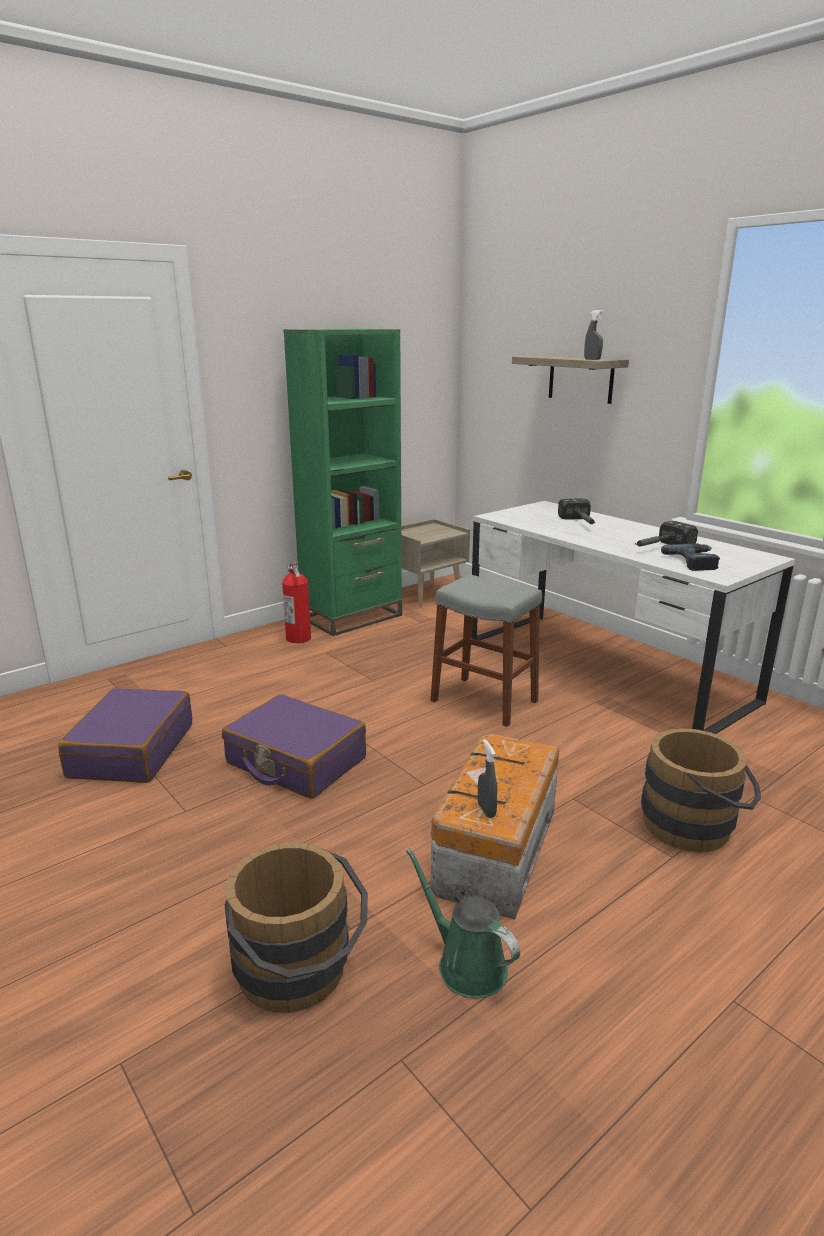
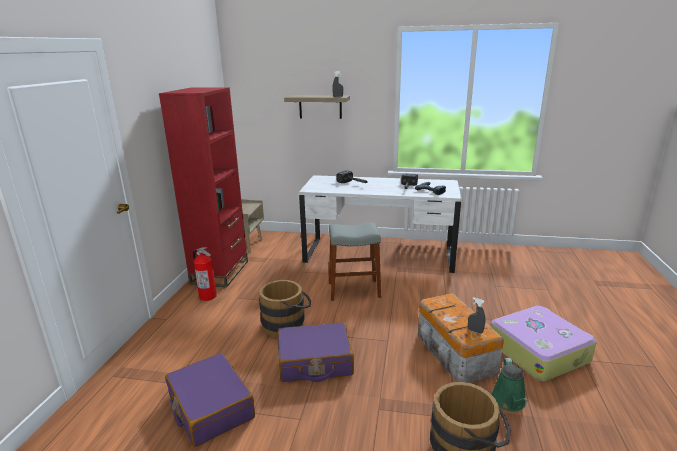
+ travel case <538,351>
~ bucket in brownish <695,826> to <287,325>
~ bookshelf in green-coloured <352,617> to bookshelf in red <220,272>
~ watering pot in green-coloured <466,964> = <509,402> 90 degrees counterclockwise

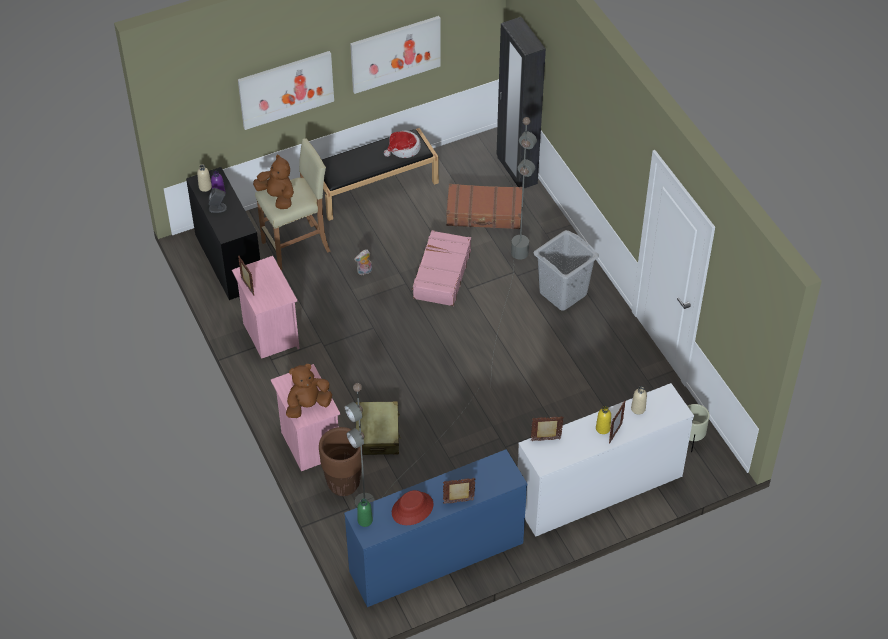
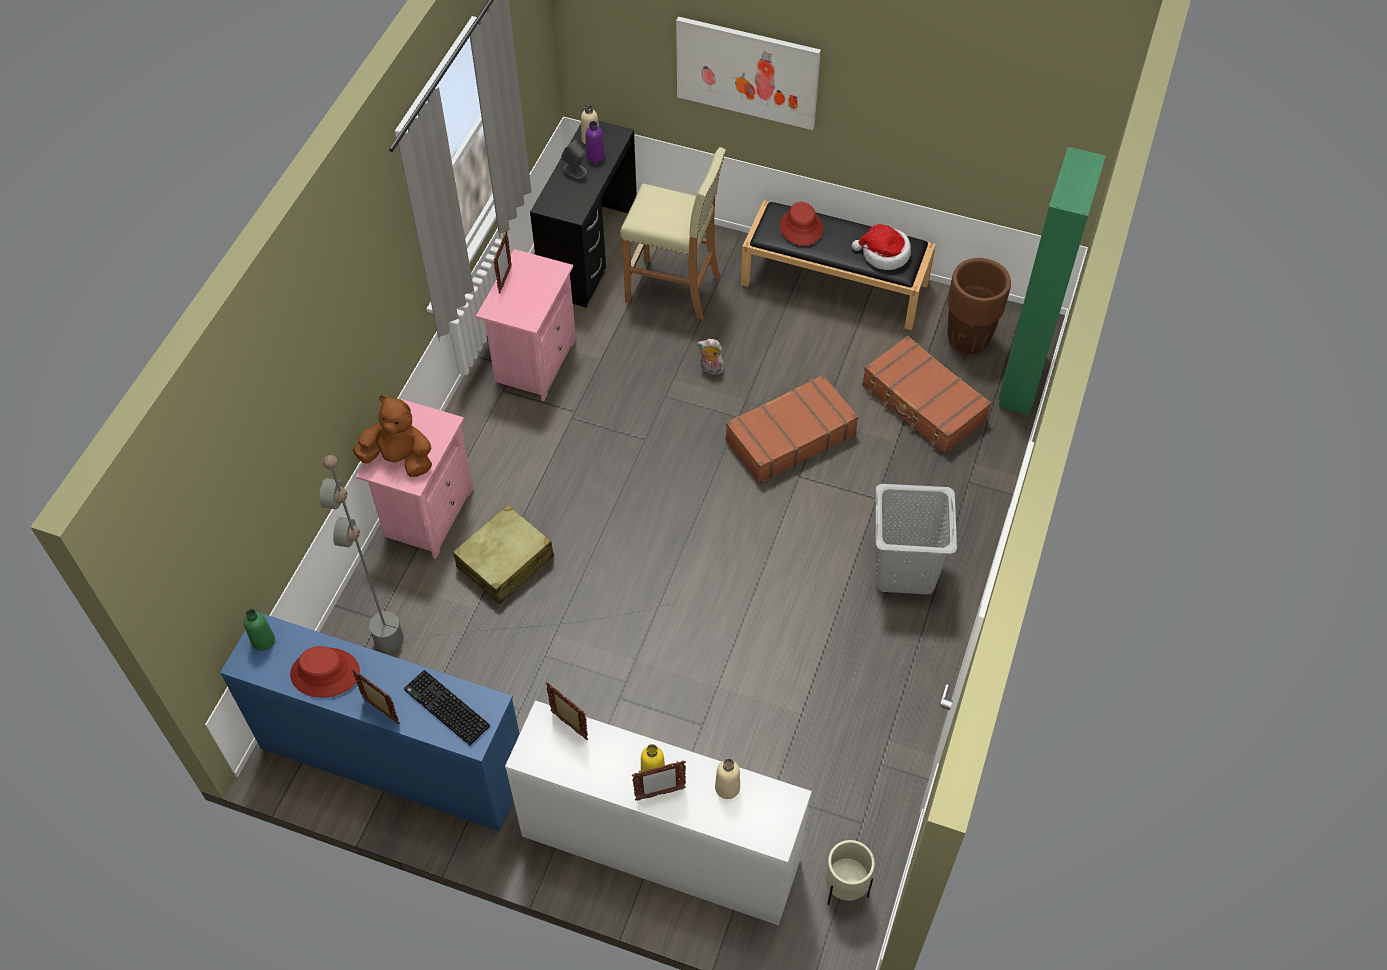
- plush toy in brownish <277,197>
- picture <395,53>
- standard lamp in gray <510,289>
+ computer keyboard <445,708>
+ wearable hat in red <801,227>
~ flower pot in brownish <343,484> to <968,339>
~ travel case in pinkish <441,274> to travel case in brownish <789,437>
~ wardrobe in black <516,171> to wardrobe in green-coloured <1021,381>

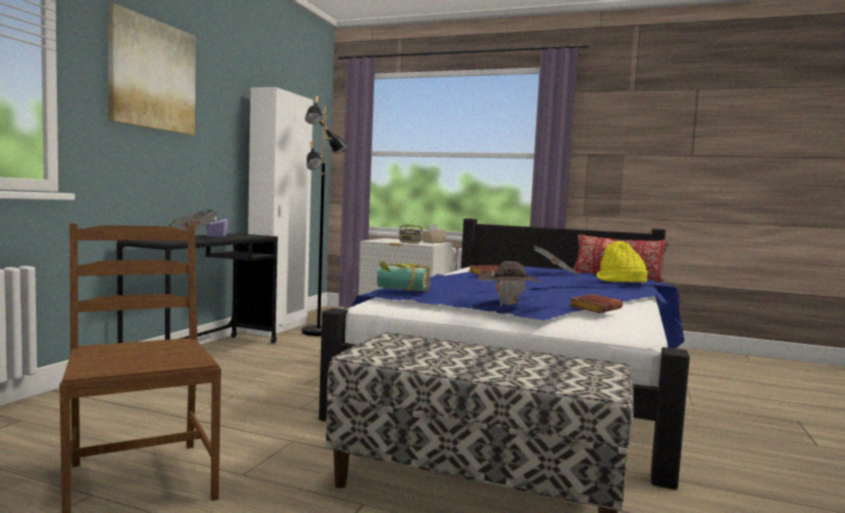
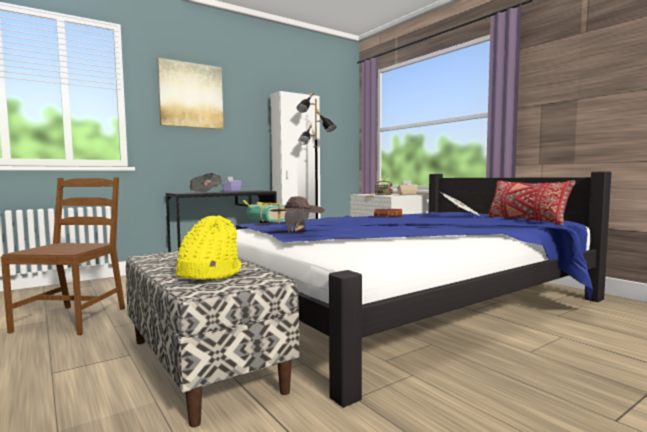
- book in brownish <594,308>
~ wearable hat in yellow-coloured <620,281> to <208,273>

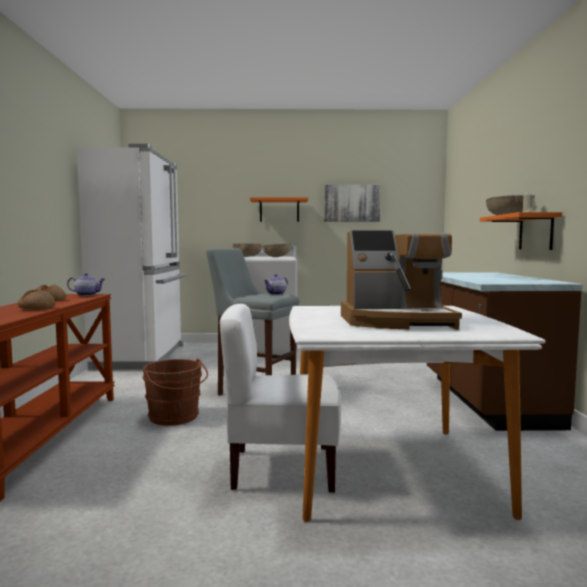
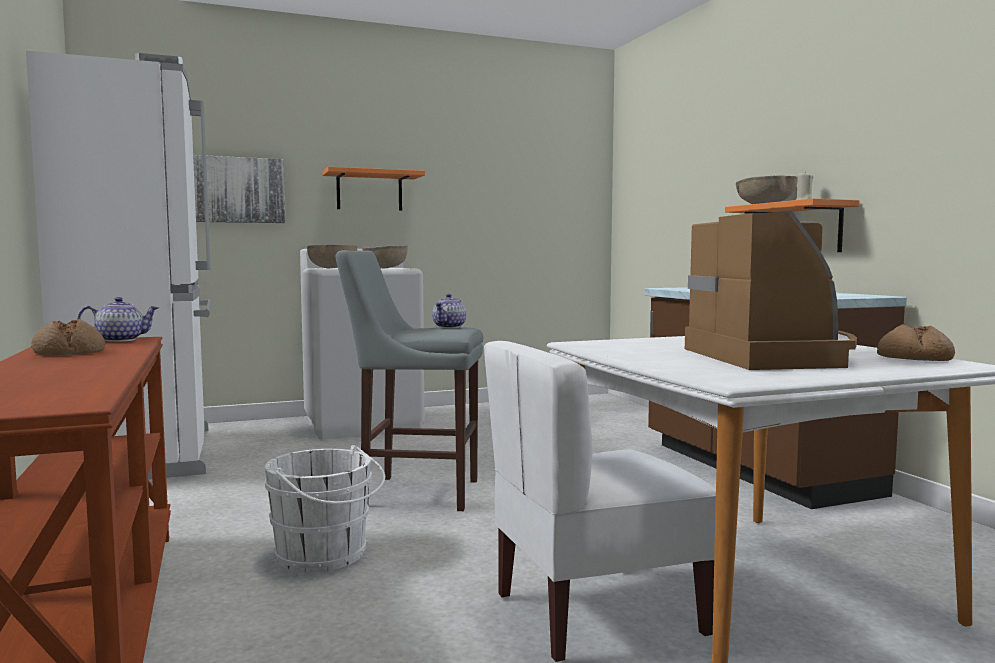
~ bakery bread <36,308> to <914,358>
~ picture <352,203> to <232,190>
~ bucket in brownish <175,417> to bucket in white <325,555>
~ coffee brewer <396,321> = <773,356> 75 degrees counterclockwise

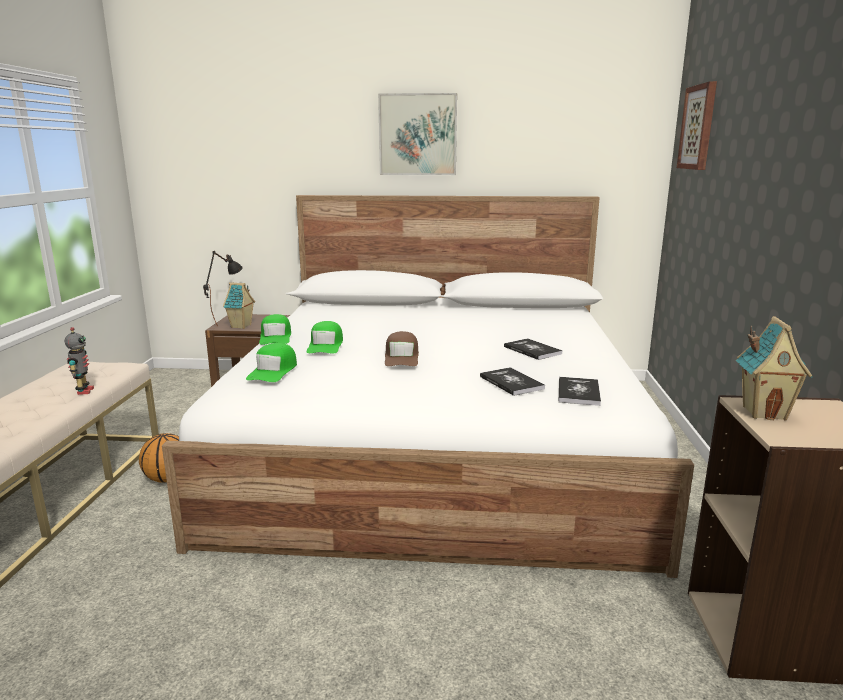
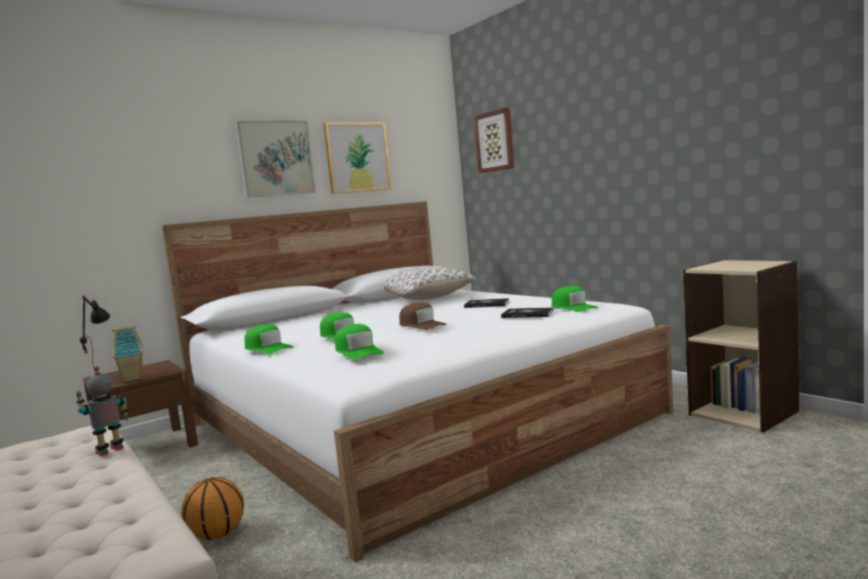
- toy house <764,412>
+ picture <357,157>
+ cushion <428,298>
~ book <578,392> to peaked cap in green-coloured <573,307>
~ robot figure <84,391> = <110,451> 90 degrees counterclockwise

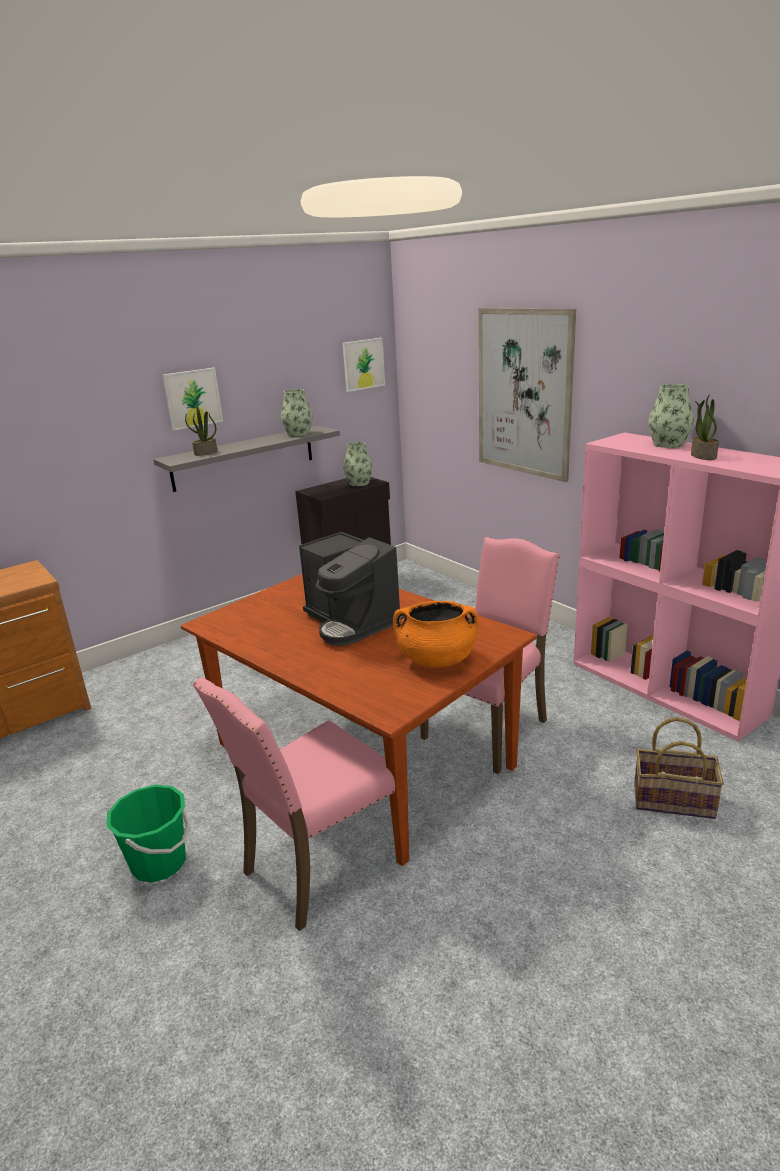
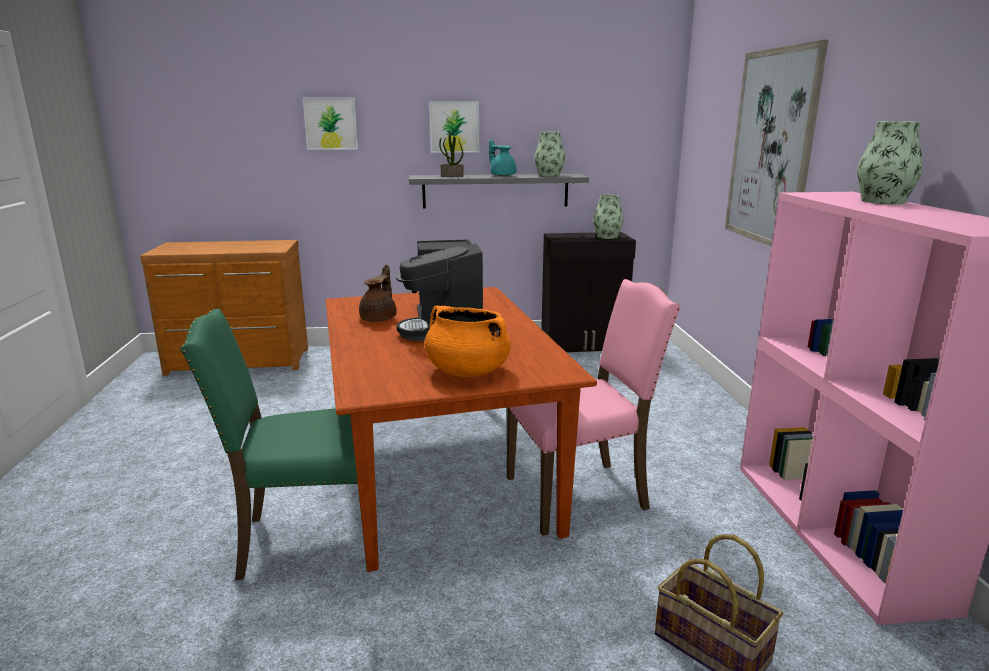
- bucket in green-coloured <159,863>
- plant in a pot <702,456>
+ pot for tea in brownish <379,318>
+ pot for tea in turquoise-coloured <502,175>
~ picture <363,364> to <331,123>
~ upright chair in pinkish <319,866> to upright chair in green-coloured <307,540>

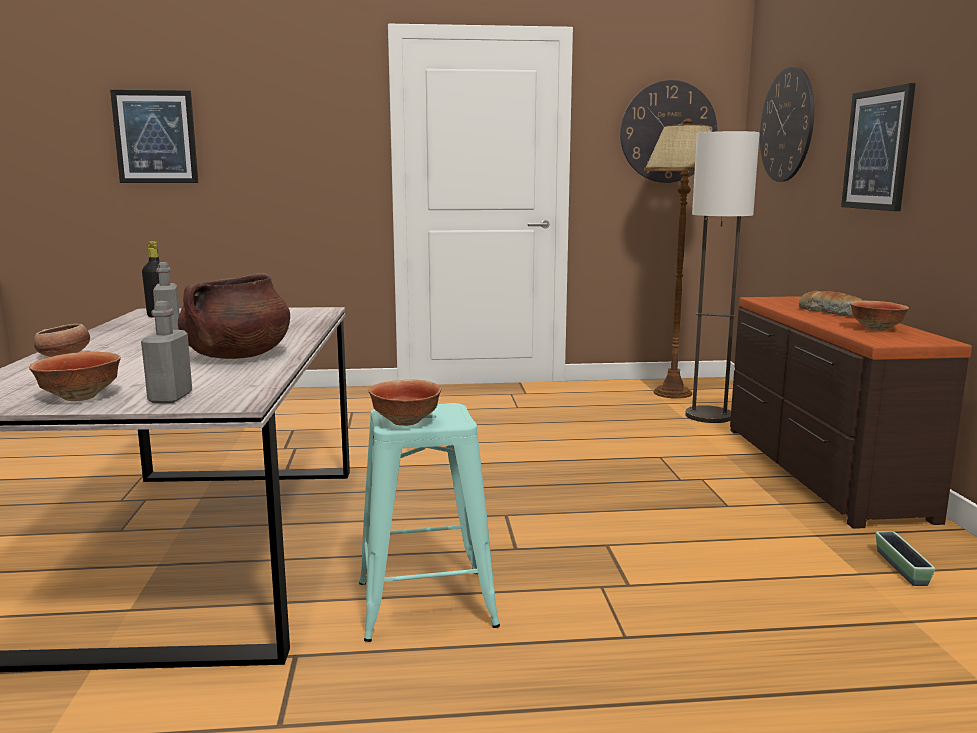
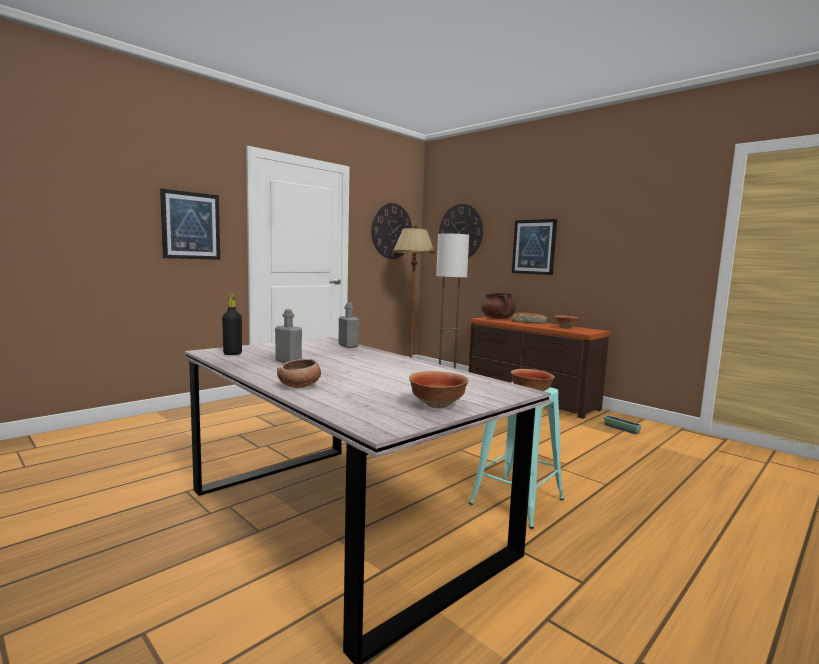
~ picture <155,137> to <191,225>
~ drink bottle in gray <170,397> to <348,346>
~ cooking pot in brownish <237,356> to <497,318>

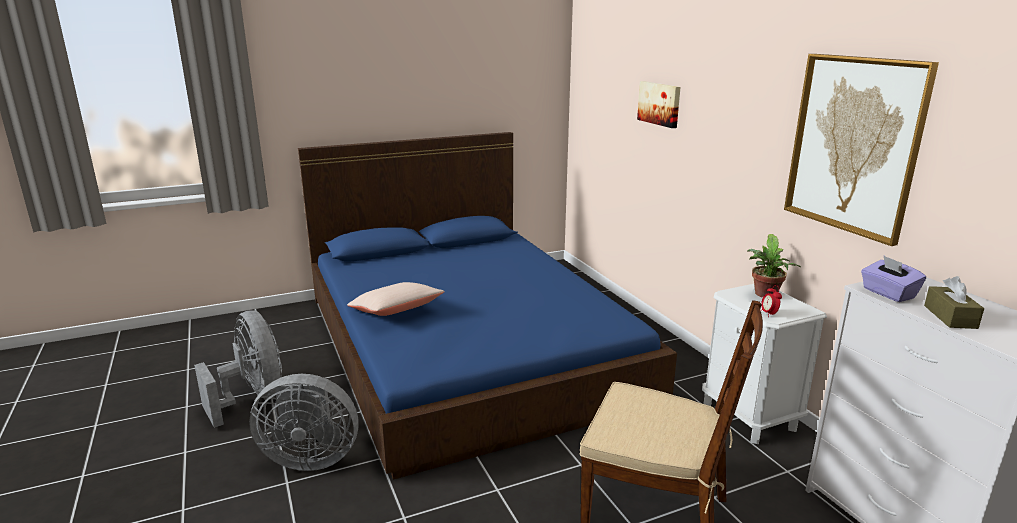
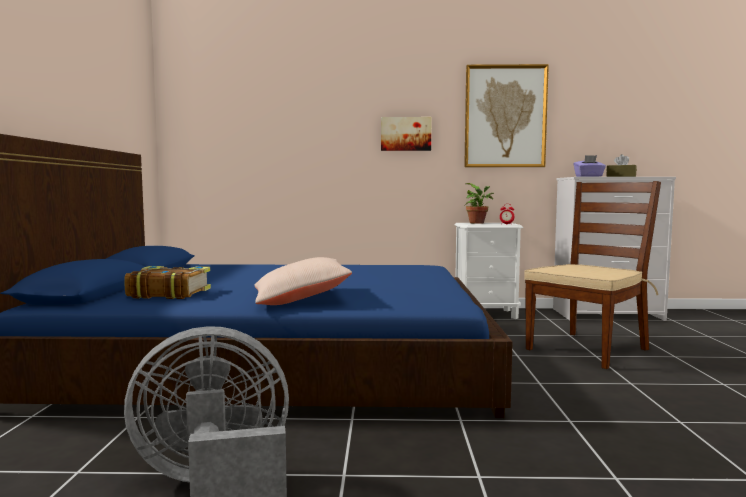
- fan in gray <310,457>
+ book <168,293>
~ picture <660,103> to <406,134>

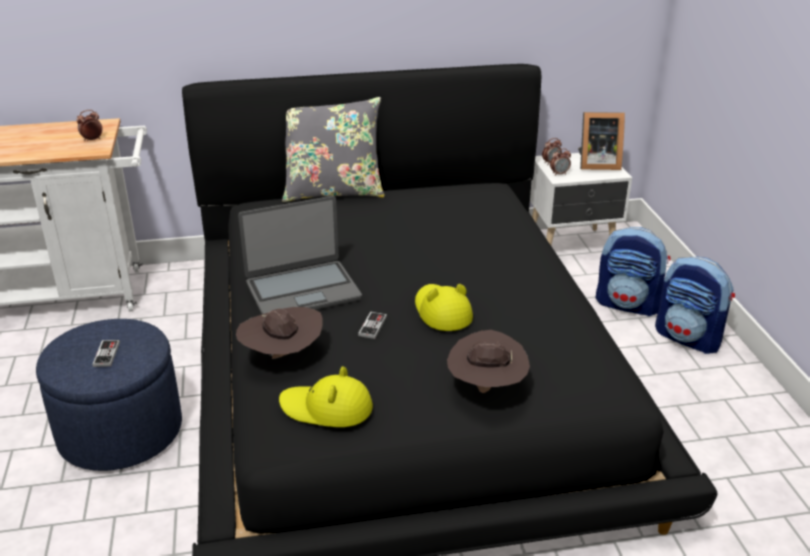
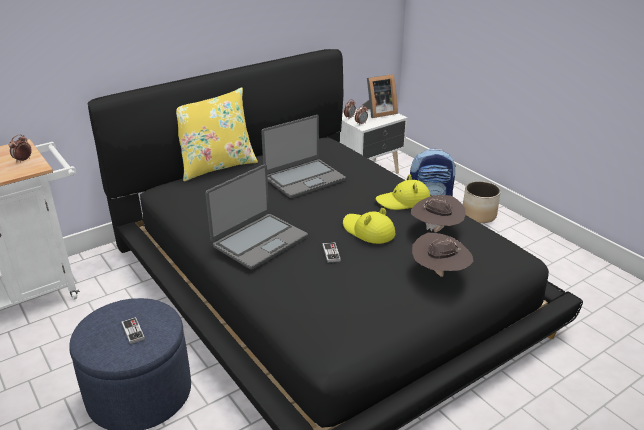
+ notebook computer <304,179>
~ wearable hat in brownish <282,356> to <436,230>
~ wearable hat in yellow-coloured <327,408> to <403,201>
~ rucksack <688,338> to flower pot <479,215>
~ cushion in gray <333,192> to cushion in yellow-coloured <216,166>

